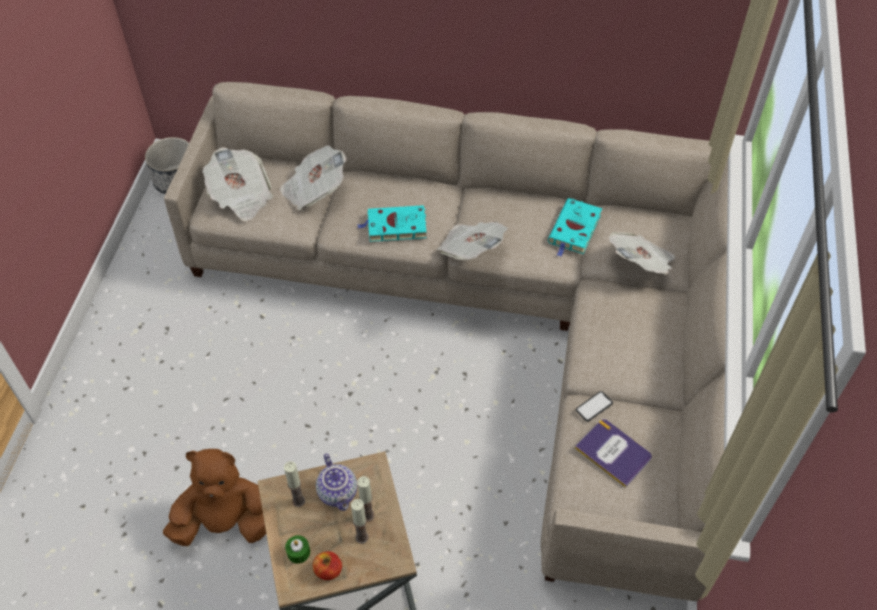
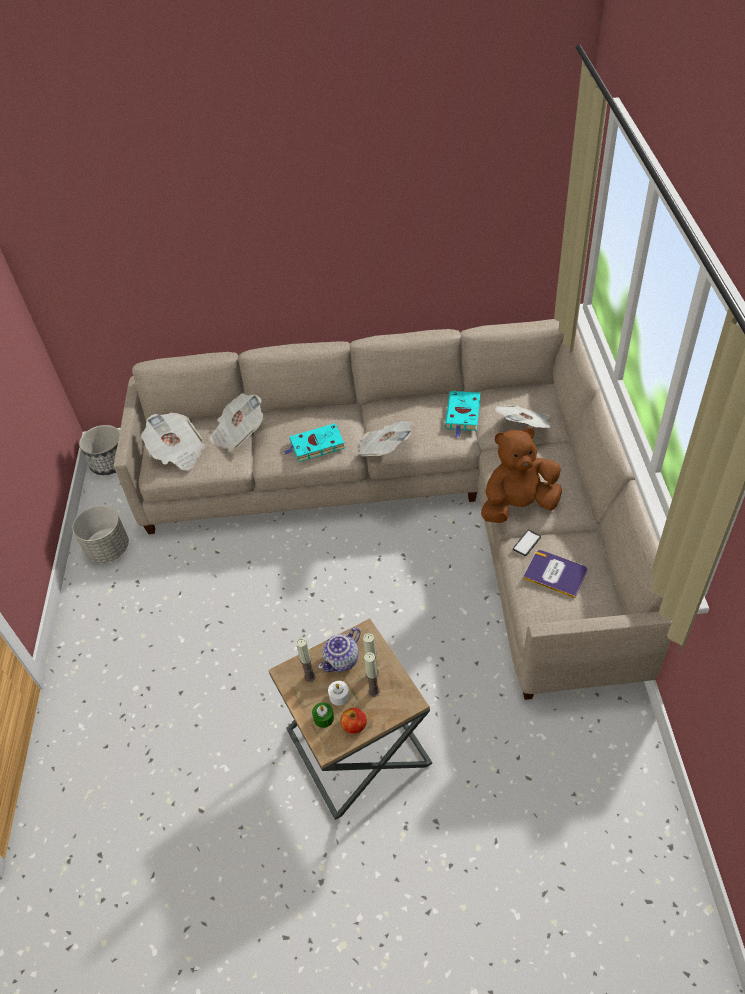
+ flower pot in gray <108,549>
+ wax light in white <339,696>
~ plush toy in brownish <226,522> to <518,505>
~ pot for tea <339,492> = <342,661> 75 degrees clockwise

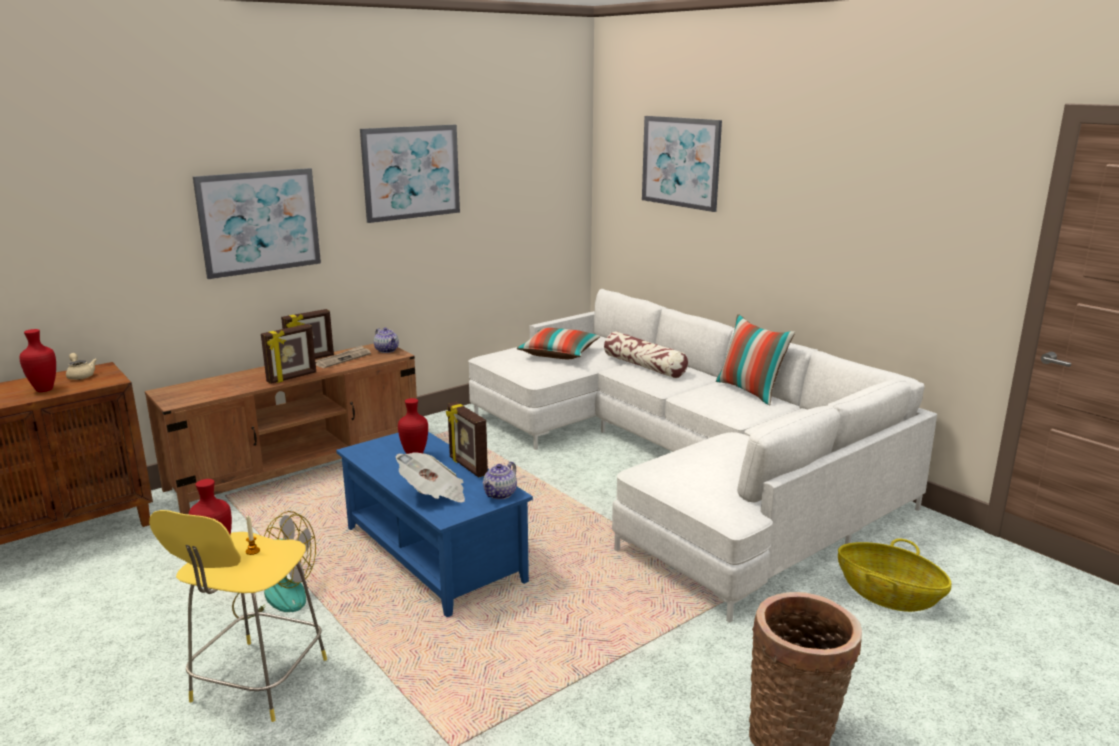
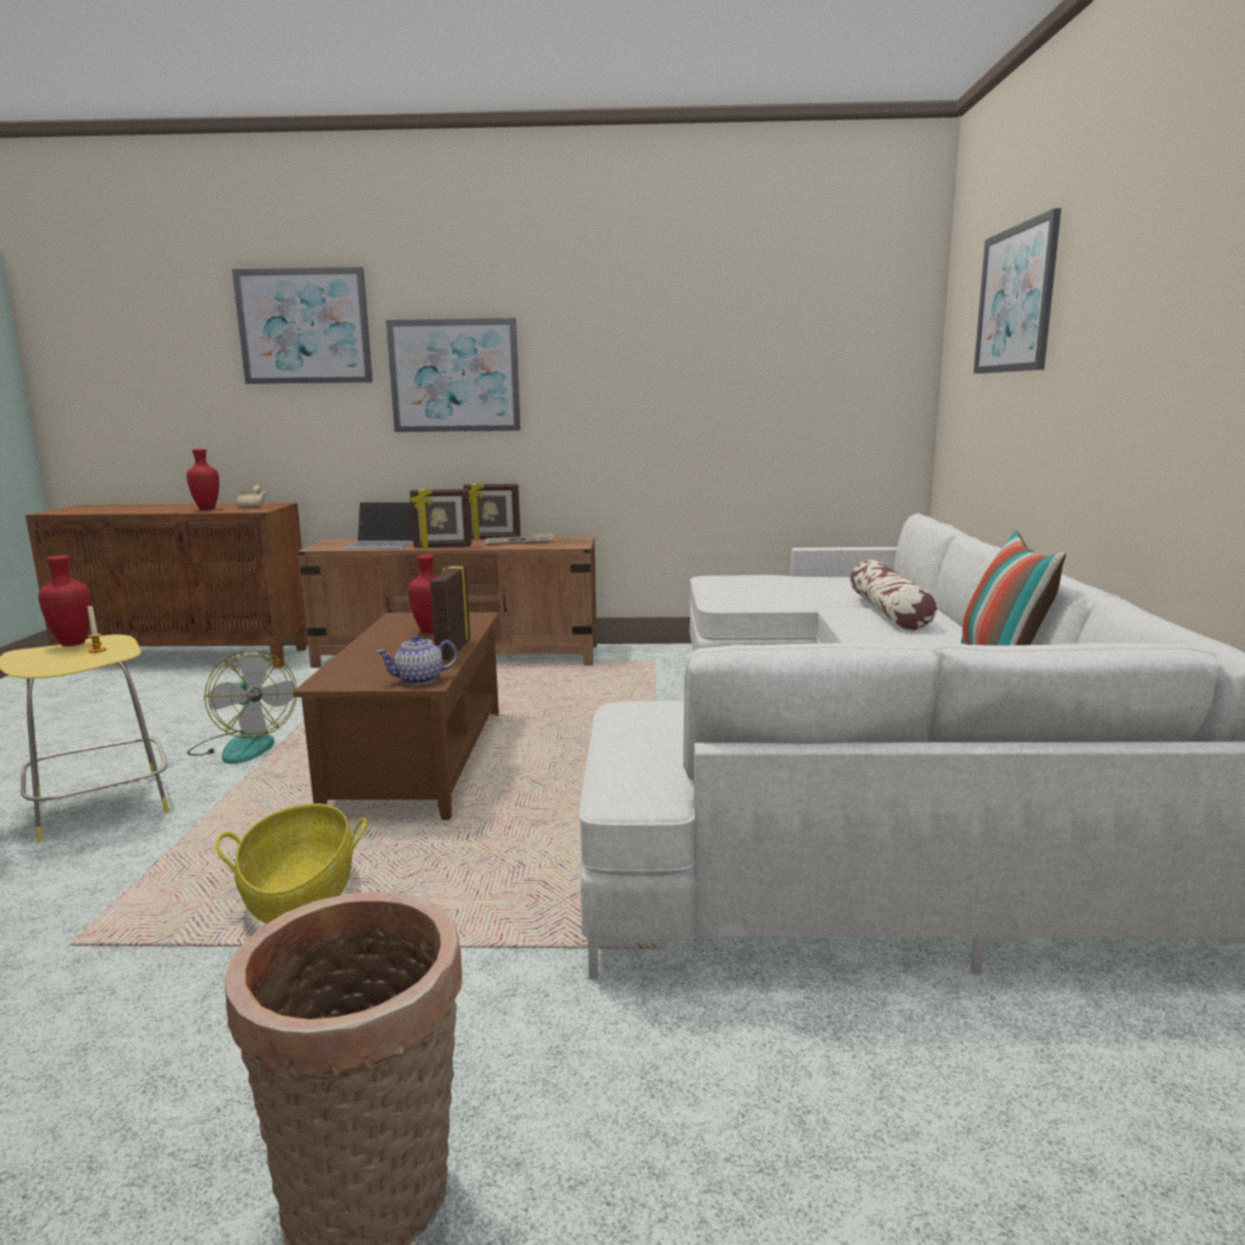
- pot for tea <387,350>
- daily paper <433,494>
- cushion <559,354>
+ notebook computer <383,543>
~ picture <411,172> to <304,326>
~ storage basket <888,595> to <300,895>
~ low table in bluish <435,554> to low table in brownish <422,760>

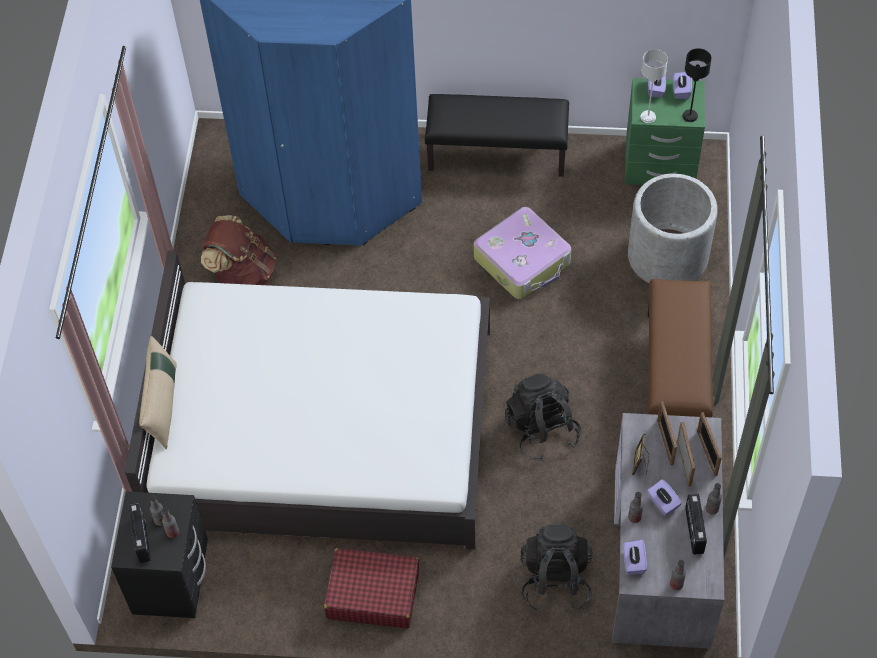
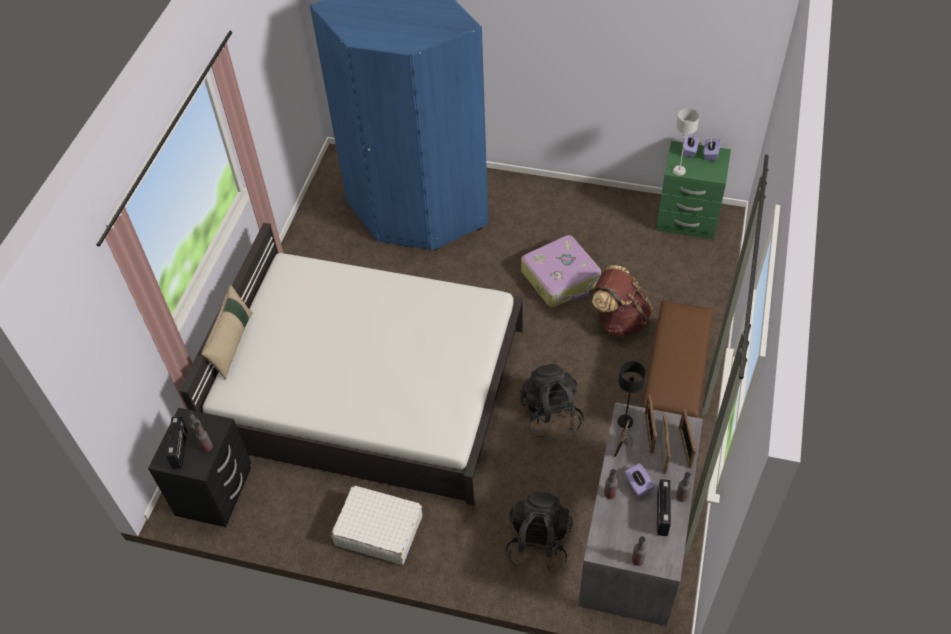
- bench in black <497,153>
- box of tissues in purple <633,562>
- flower pot in gray <668,256>
~ rucksack in brownish <243,276> to <619,320>
~ table lamp in black <690,116> to <625,421>
~ travel case in red <372,594> to travel case in white <378,530>

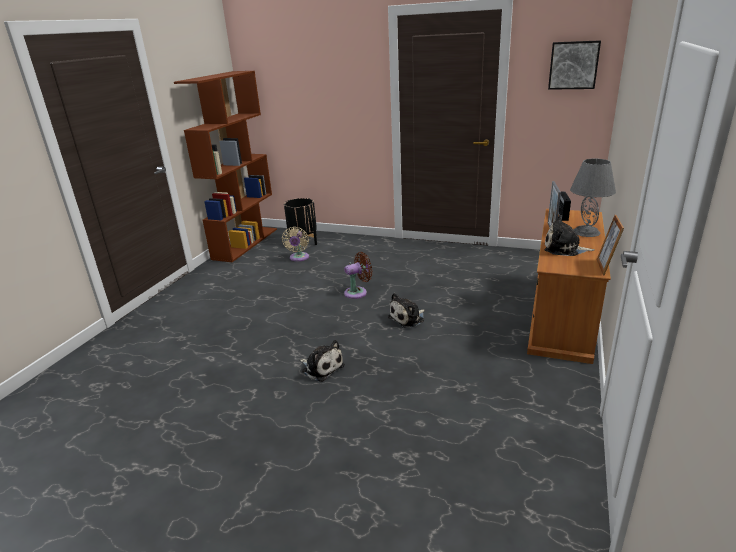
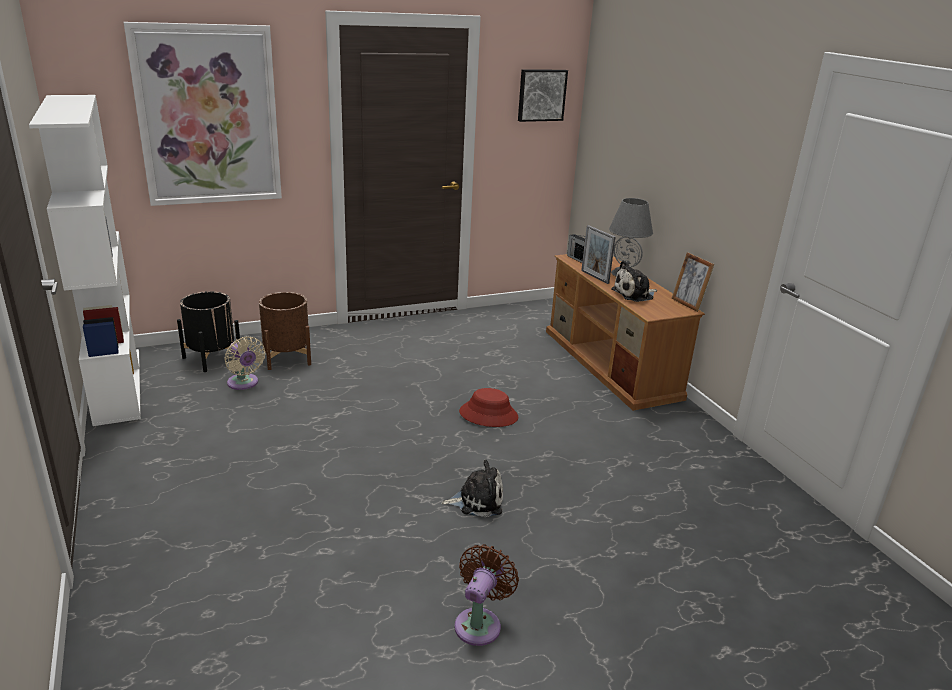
+ picture <208,116>
+ flower pot in brownish <287,358>
~ fan in brownish <358,292> to <480,623>
~ plush toy <408,318> to wearable hat in red <488,414>
~ bookshelf in brownish <245,243> to bookshelf in white <116,385>

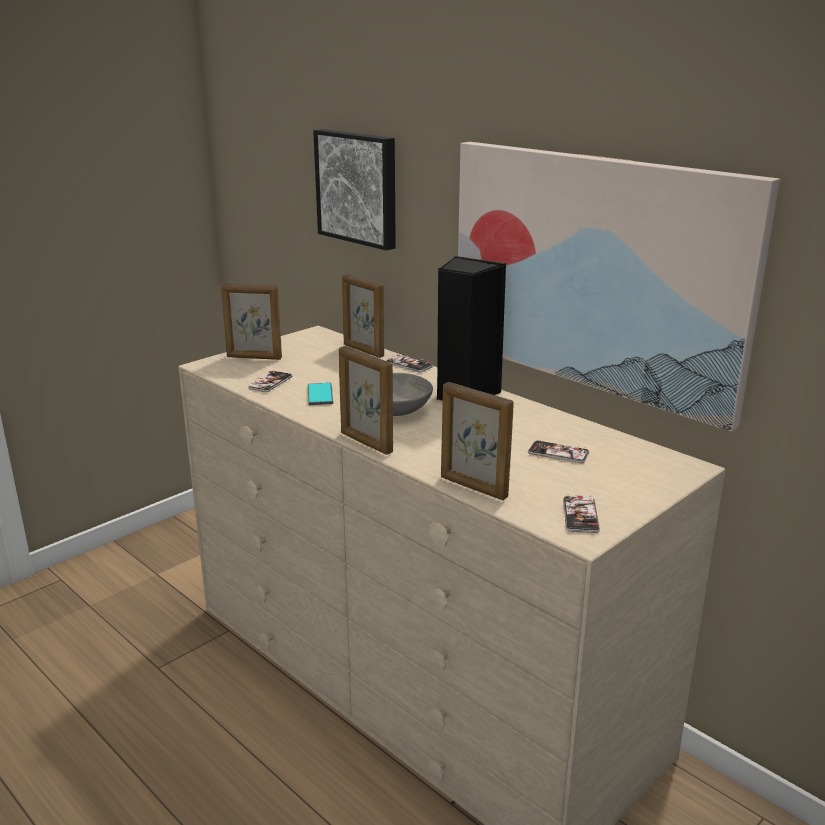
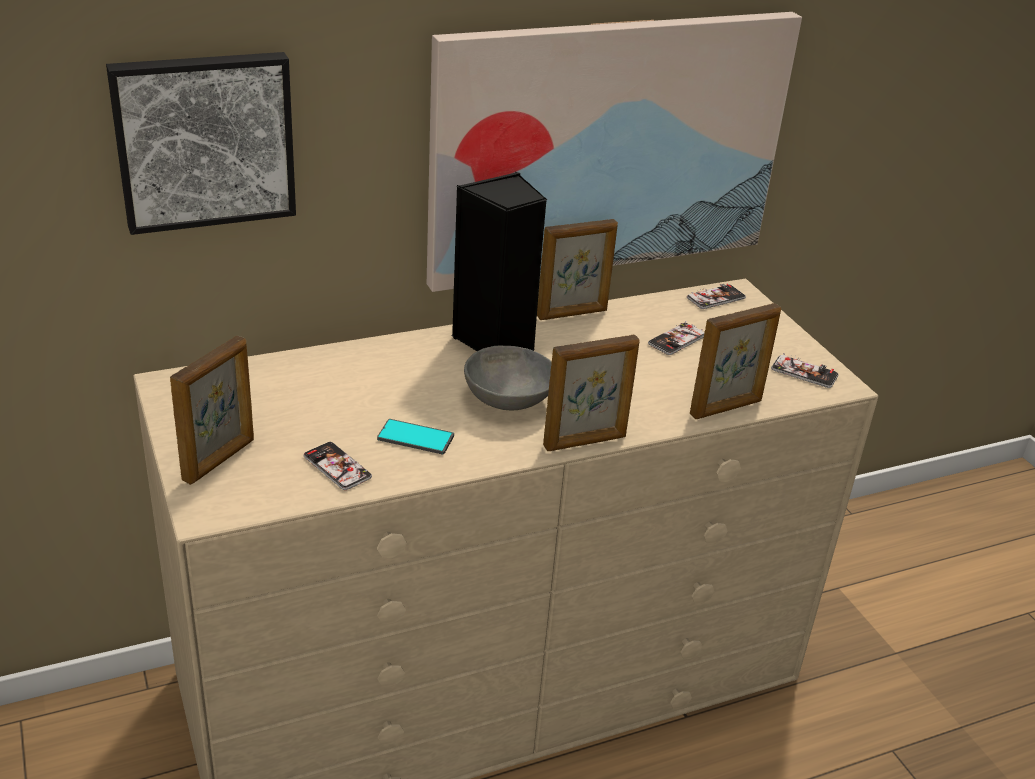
~ standing frame <363,350> to <572,314>
~ phone <409,365> to <716,298>

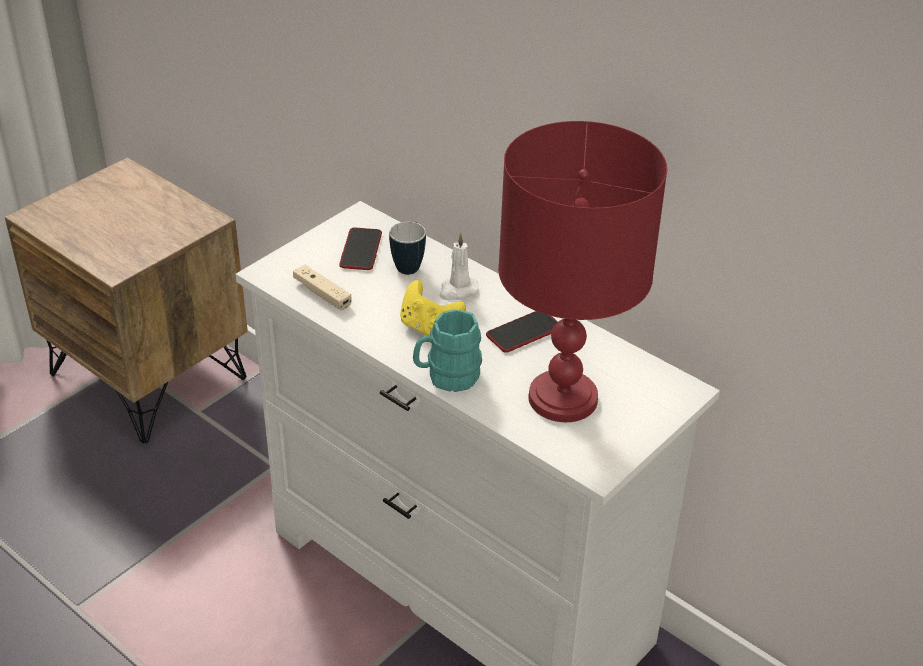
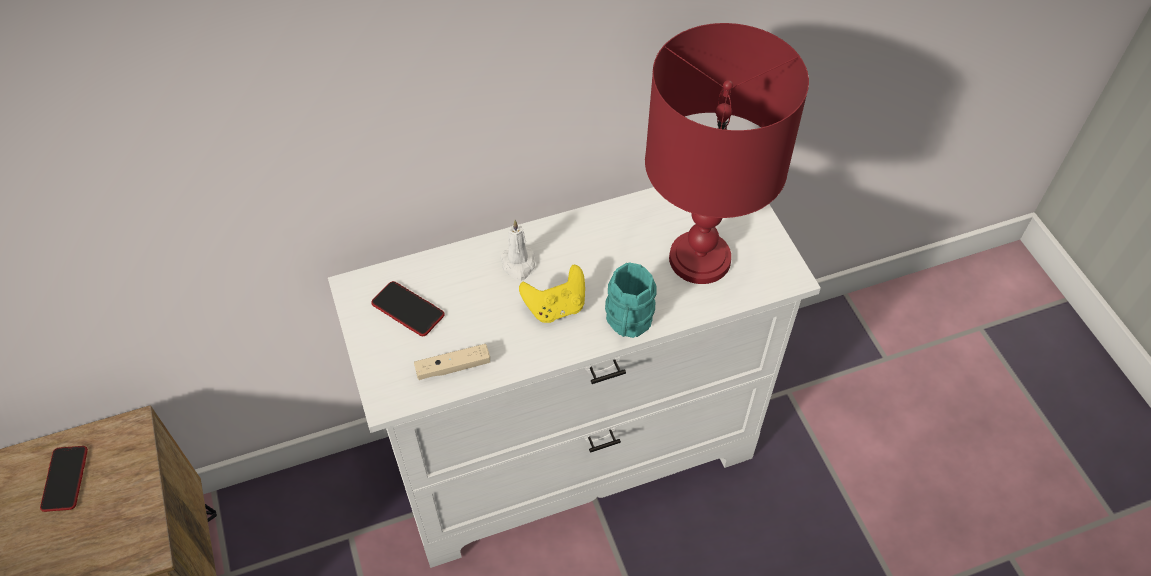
- mug <409,265>
~ phone <523,332> to <65,479>

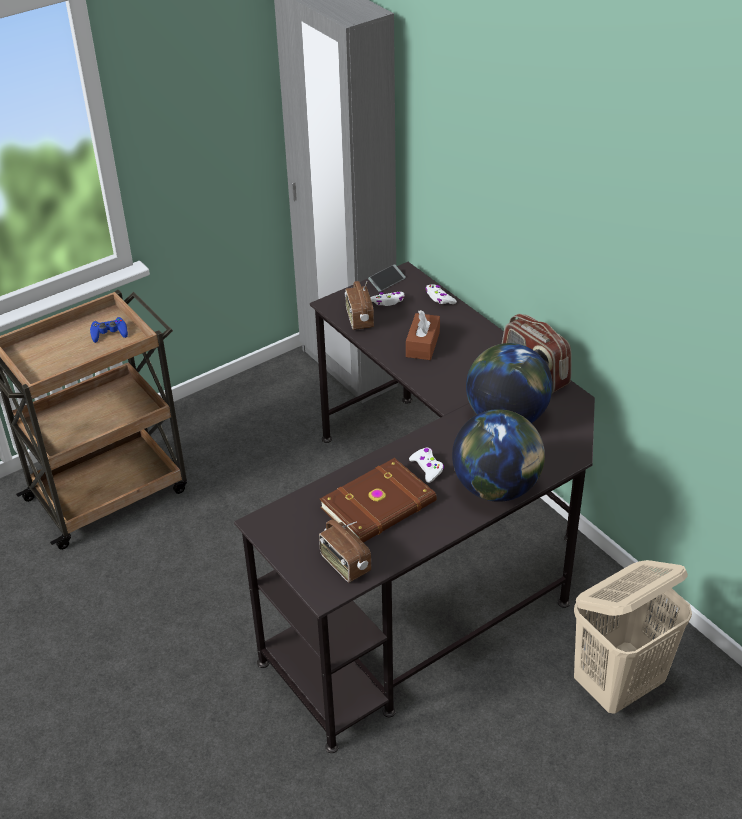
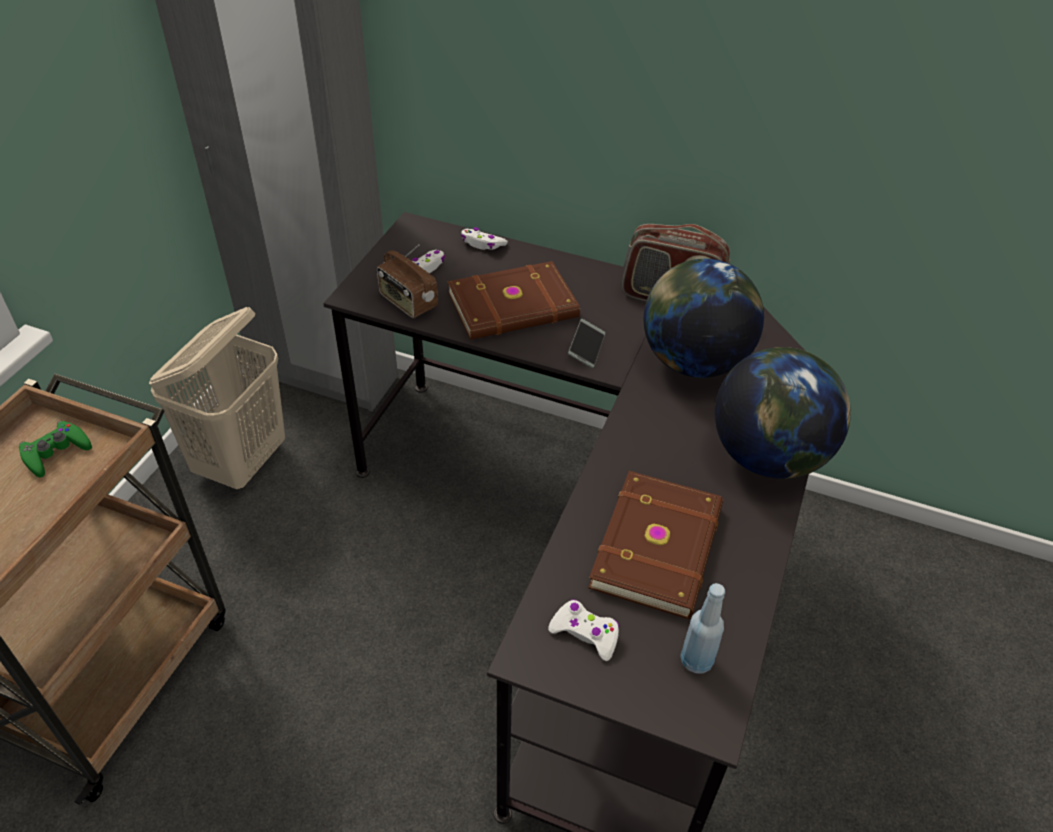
~ phone <387,281> to <586,348>
~ joypad in white <427,468> to <585,633>
~ laundry basket in beige-coloured <619,685> to <242,462>
~ radio <344,564> to drink bottle in bluish <696,660>
~ box of tissues in brownish <423,344> to book in brownish <514,307>
~ joypad in bluish <109,333> to joypad in green-coloured <56,453>

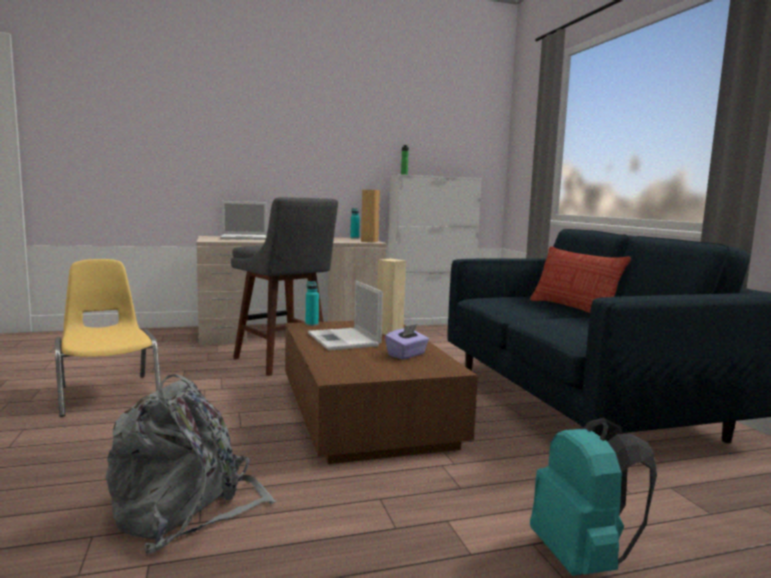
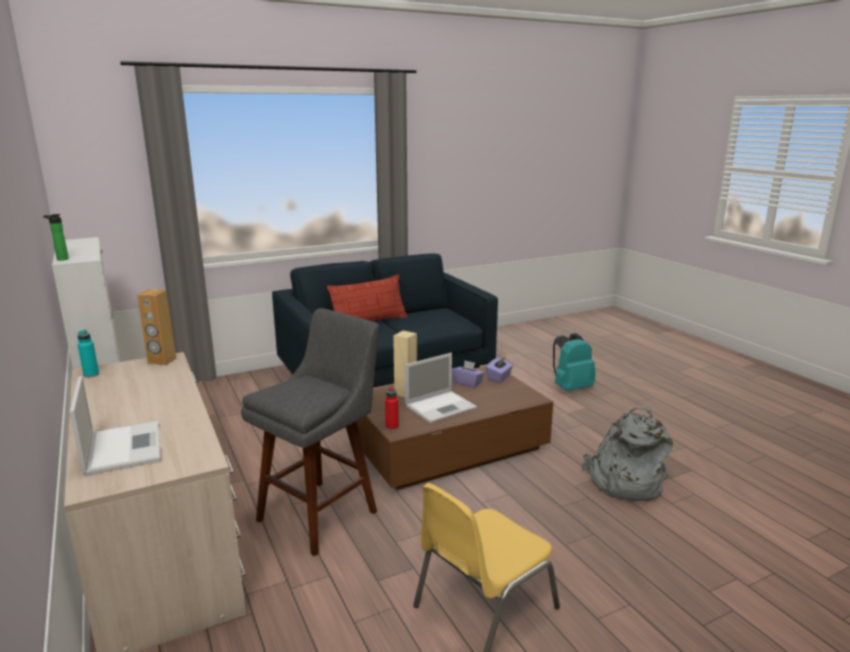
+ box of tissues in purple <499,377>
~ drink bottle in turquoise-coloured <312,324> to drink bottle in red <392,427>

